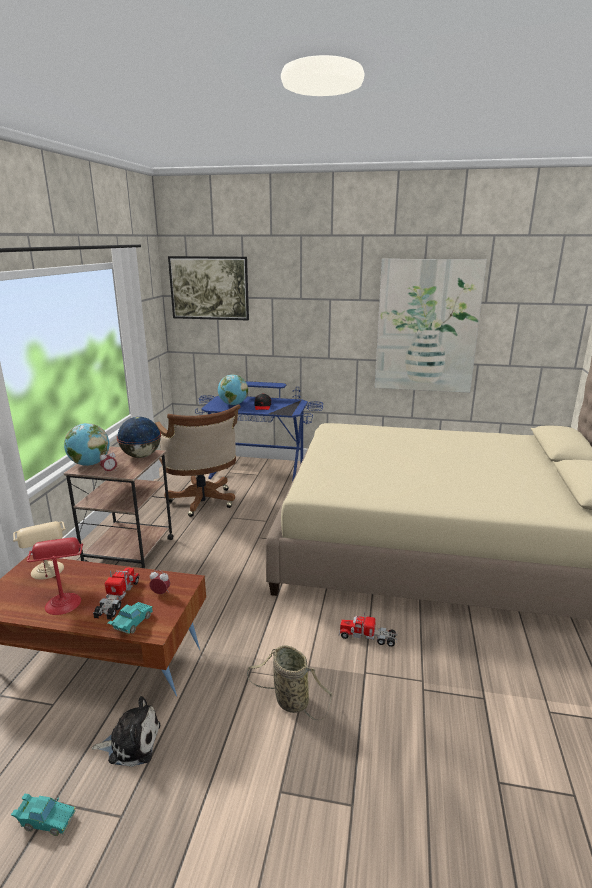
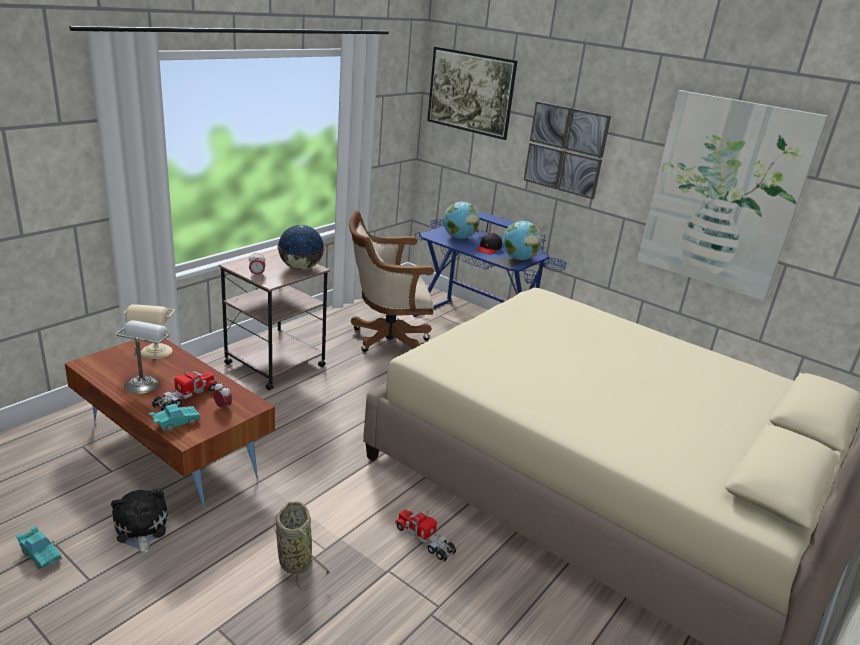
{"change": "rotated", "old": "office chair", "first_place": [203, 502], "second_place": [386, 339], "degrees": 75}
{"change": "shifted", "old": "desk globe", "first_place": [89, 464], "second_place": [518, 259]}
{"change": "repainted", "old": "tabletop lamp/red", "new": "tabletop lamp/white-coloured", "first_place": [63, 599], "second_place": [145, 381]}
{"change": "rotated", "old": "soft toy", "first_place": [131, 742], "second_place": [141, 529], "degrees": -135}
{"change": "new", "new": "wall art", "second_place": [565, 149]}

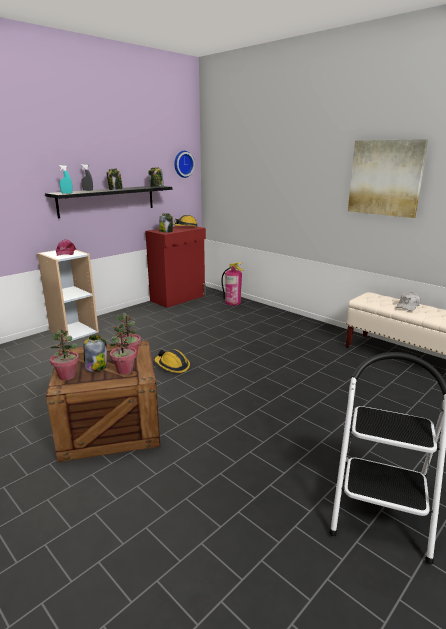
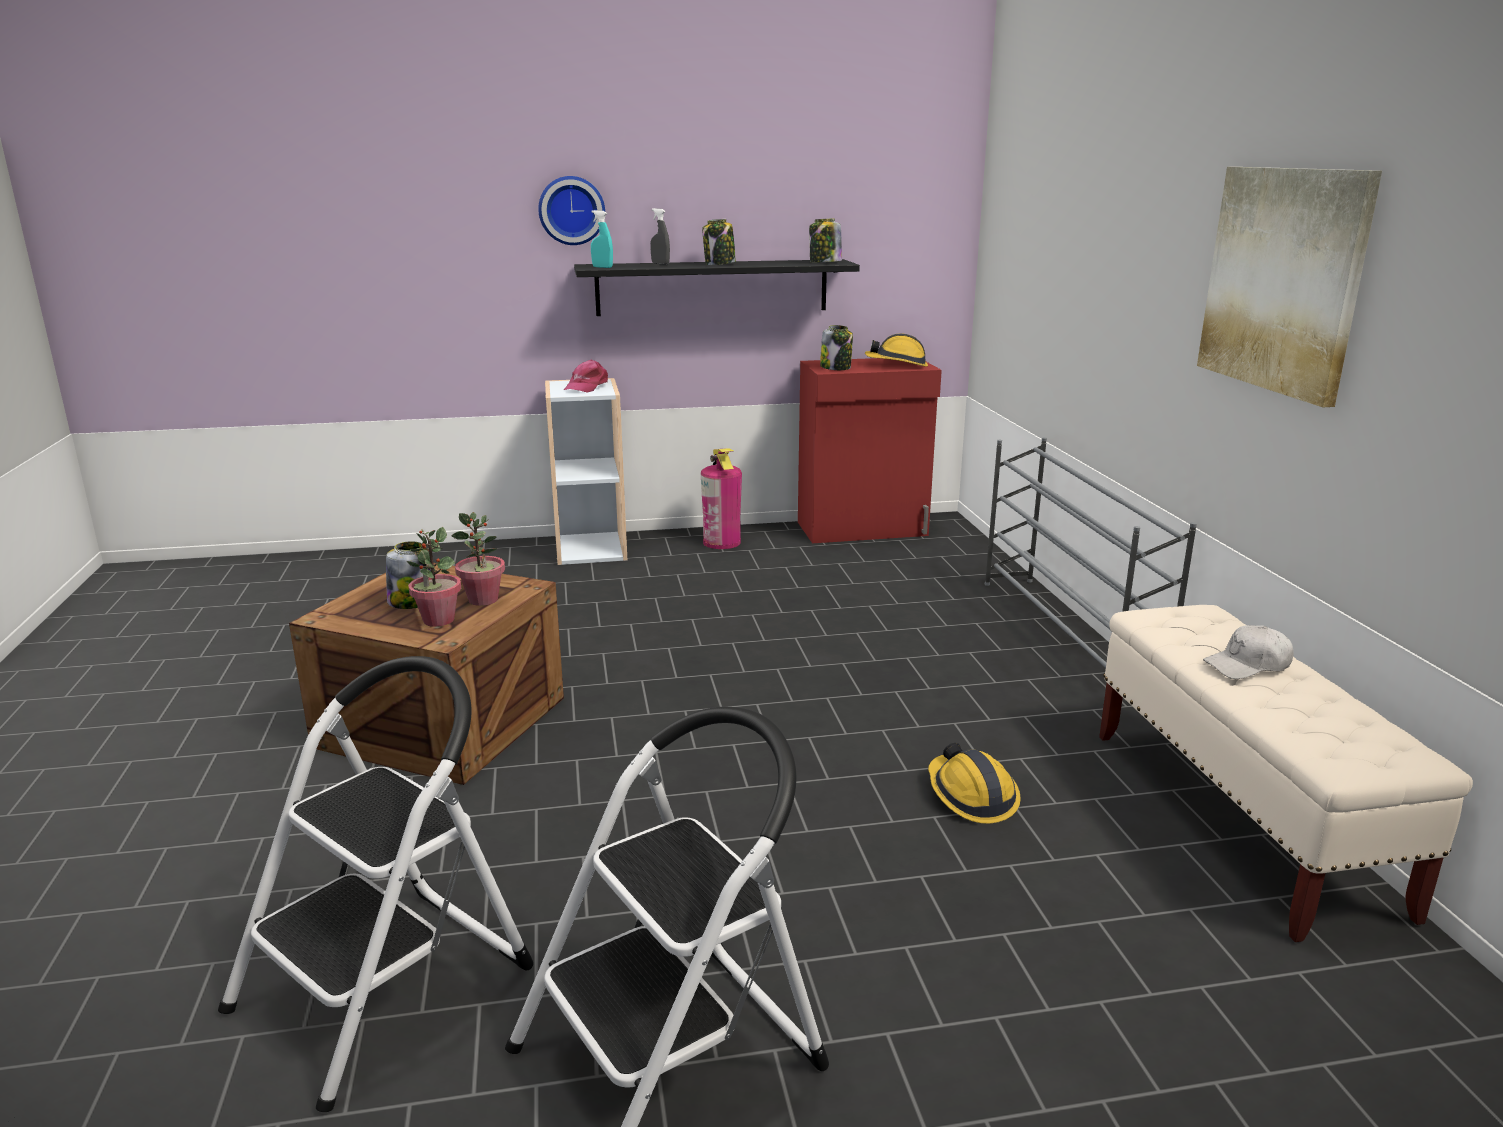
{"change": "shifted", "old": "wall clock", "first_place": [183, 164], "second_place": [571, 210]}
{"change": "shifted", "old": "fire extinguisher", "first_place": [233, 302], "second_place": [722, 542]}
{"change": "gone", "old": "potted plant", "first_place": [67, 376]}
{"change": "shifted", "old": "safety helmet", "first_place": [172, 366], "second_place": [970, 796]}
{"change": "new", "new": "shoe shelf/greyish", "second_place": [1065, 636]}
{"change": "new", "new": "step ladder", "second_place": [391, 984]}

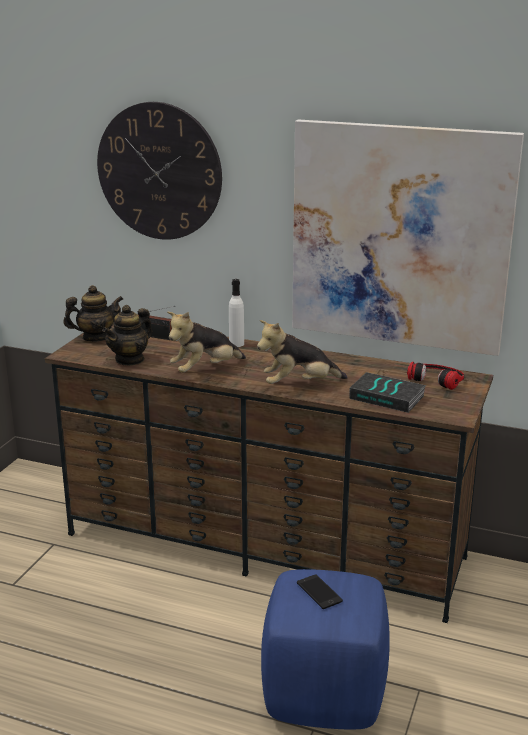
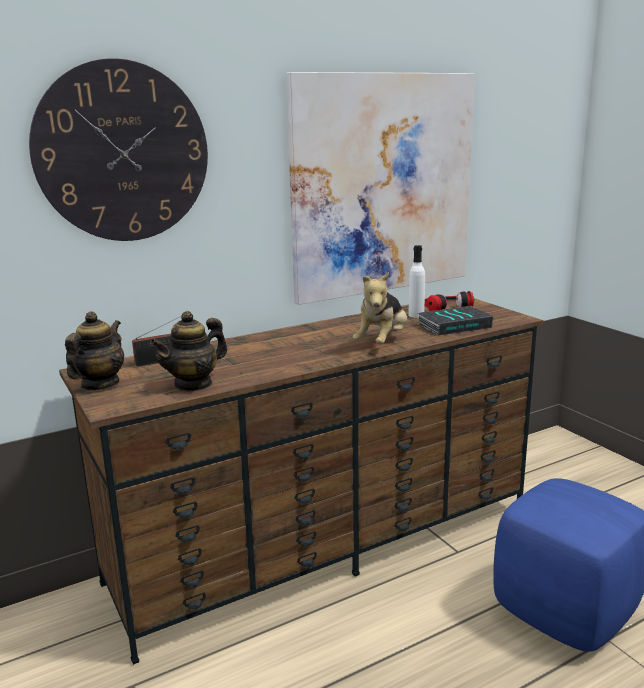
{"change": "shifted", "old": "drink bottle/white-coloured", "first_place": [236, 344], "second_place": [416, 315]}
{"change": "rotated", "old": "teapot", "first_place": [130, 359], "second_place": [194, 384], "degrees": 60}
{"change": "gone", "old": "soft toy", "first_place": [205, 370]}
{"change": "gone", "old": "phone", "first_place": [319, 592]}

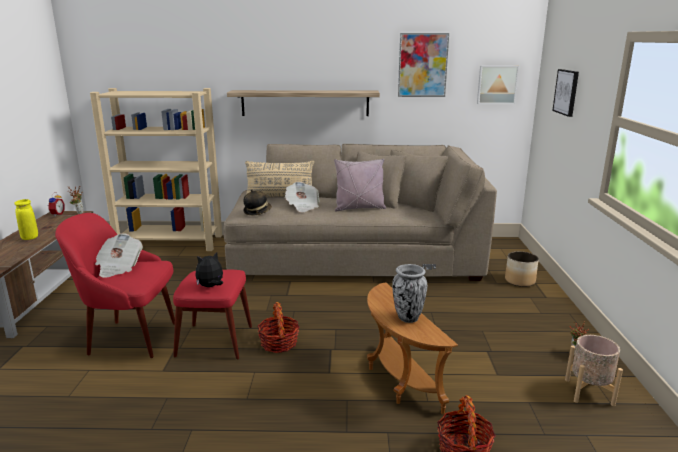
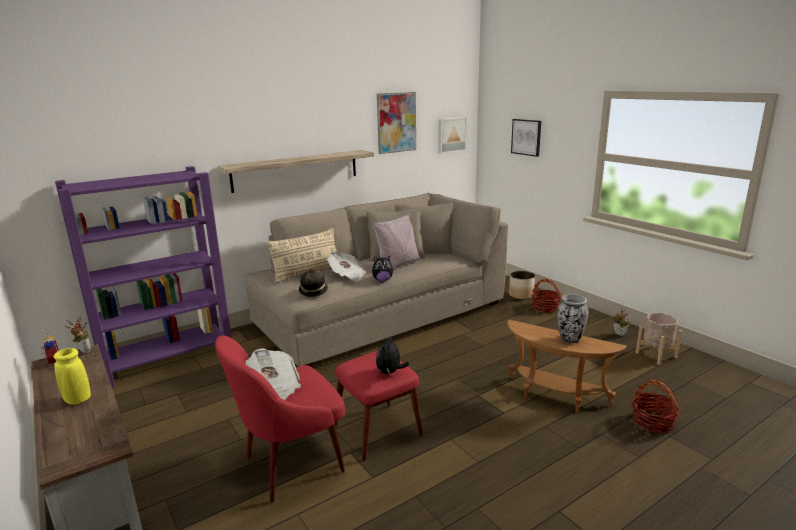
{"change": "repainted", "old": "bookcase/beige-coloured", "new": "bookcase/purple", "first_place": [170, 242], "second_place": [167, 358]}
{"change": "shifted", "old": "basket", "first_place": [279, 343], "second_place": [545, 308]}
{"change": "new", "new": "soft toy", "second_place": [382, 280]}

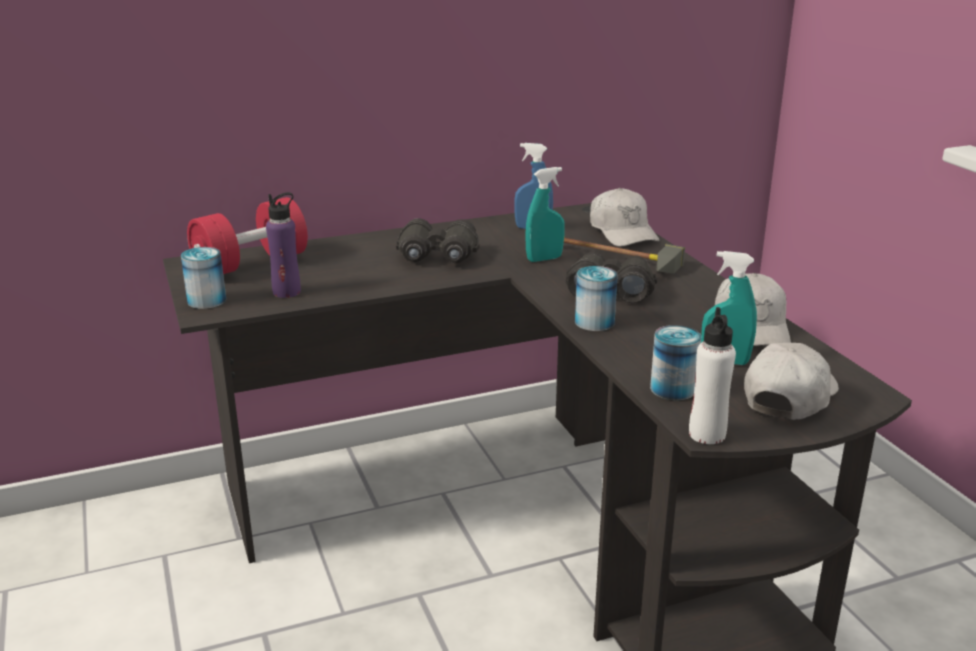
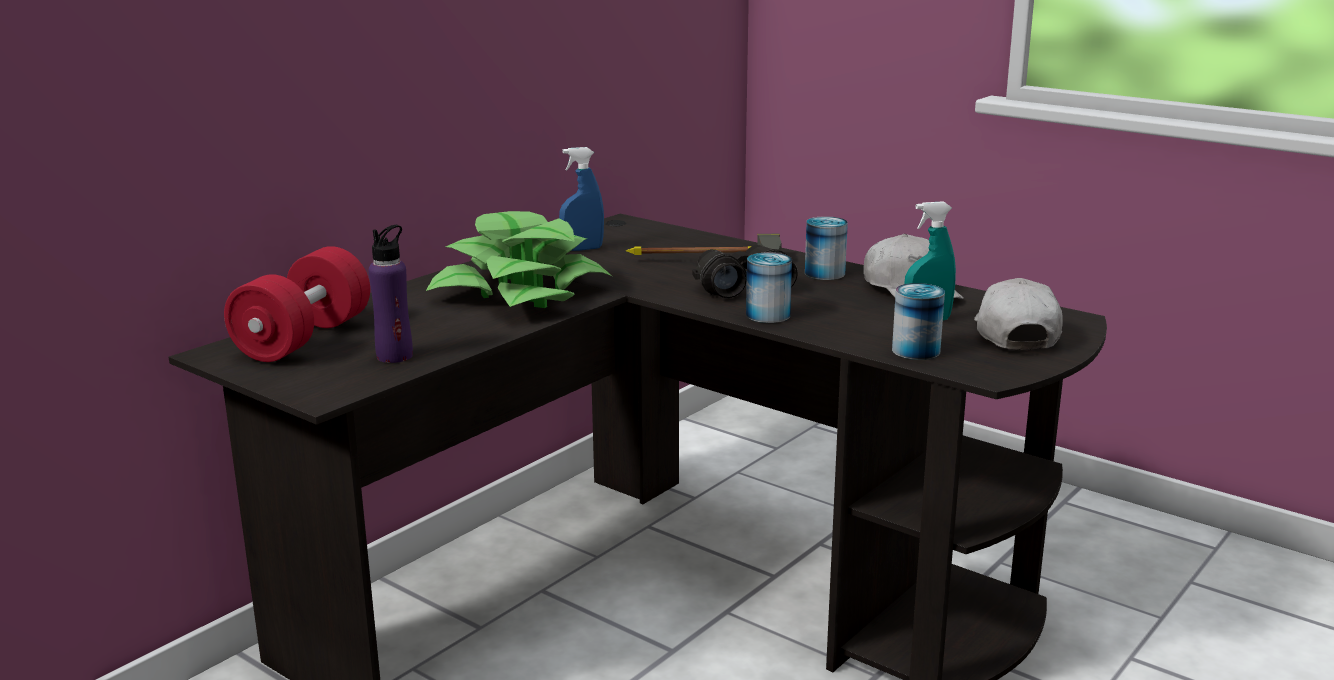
{"change": "gone", "old": "spray bottle/turquoise", "first_place": [544, 259]}
{"change": "gone", "old": "baseball cap/white-coloured", "first_place": [622, 232]}
{"change": "swapped", "old": "binoculars/black", "new": "potted plant", "first_place": [438, 257], "second_place": [520, 292]}
{"change": "shifted", "old": "metal can", "first_place": [206, 300], "second_place": [824, 273]}
{"change": "gone", "old": "drink bottle/white-coloured", "first_place": [707, 434]}

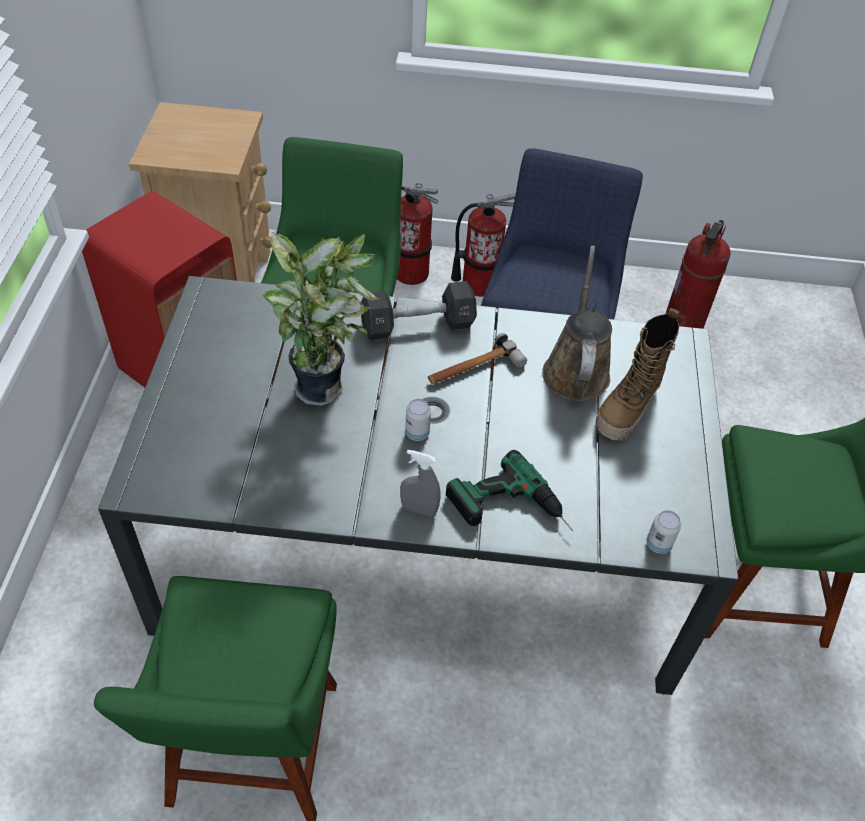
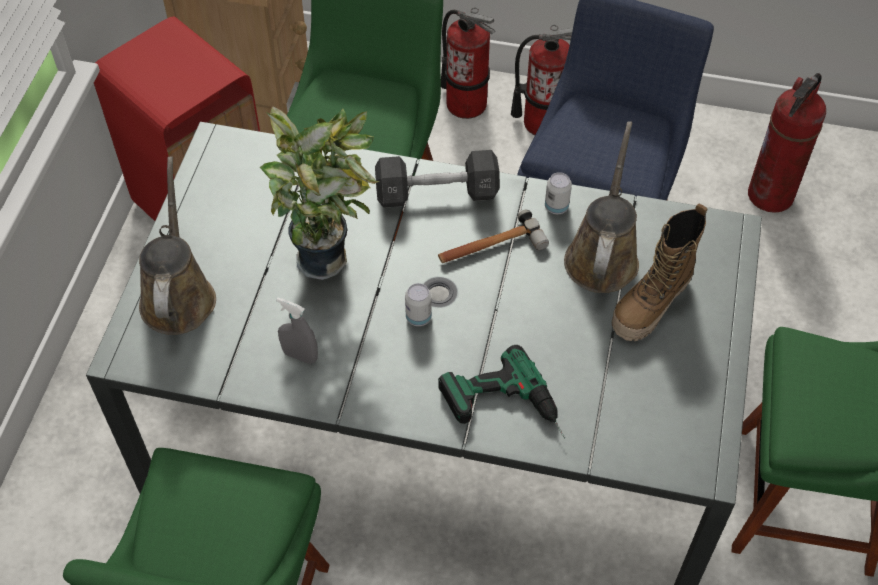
{"change": "shifted", "old": "spray bottle/greyish", "first_place": [419, 509], "second_place": [300, 356]}
{"change": "shifted", "old": "metal can", "first_place": [658, 544], "second_place": [556, 207]}
{"change": "new", "new": "sprinkling can/brown", "second_place": [178, 295]}

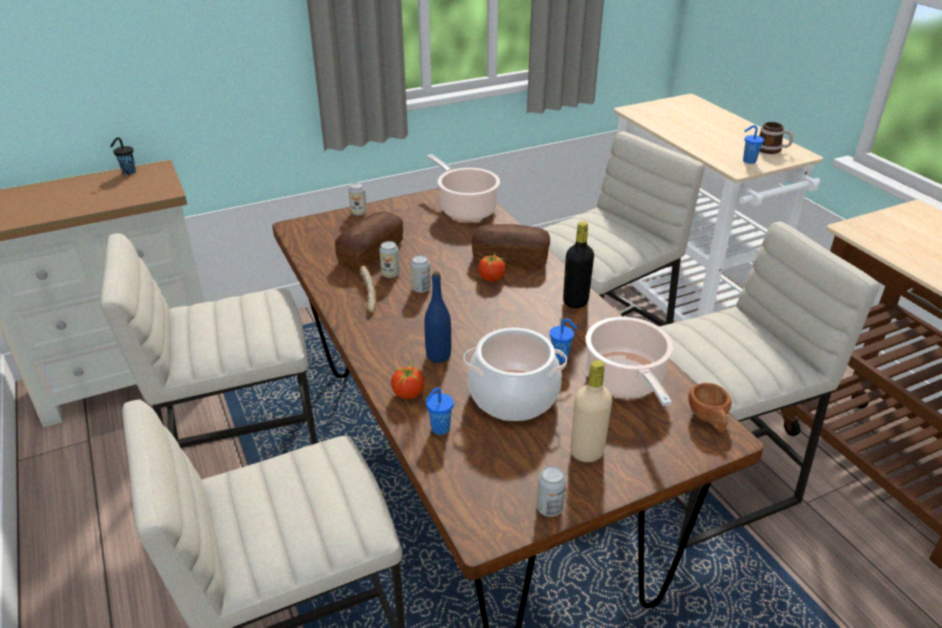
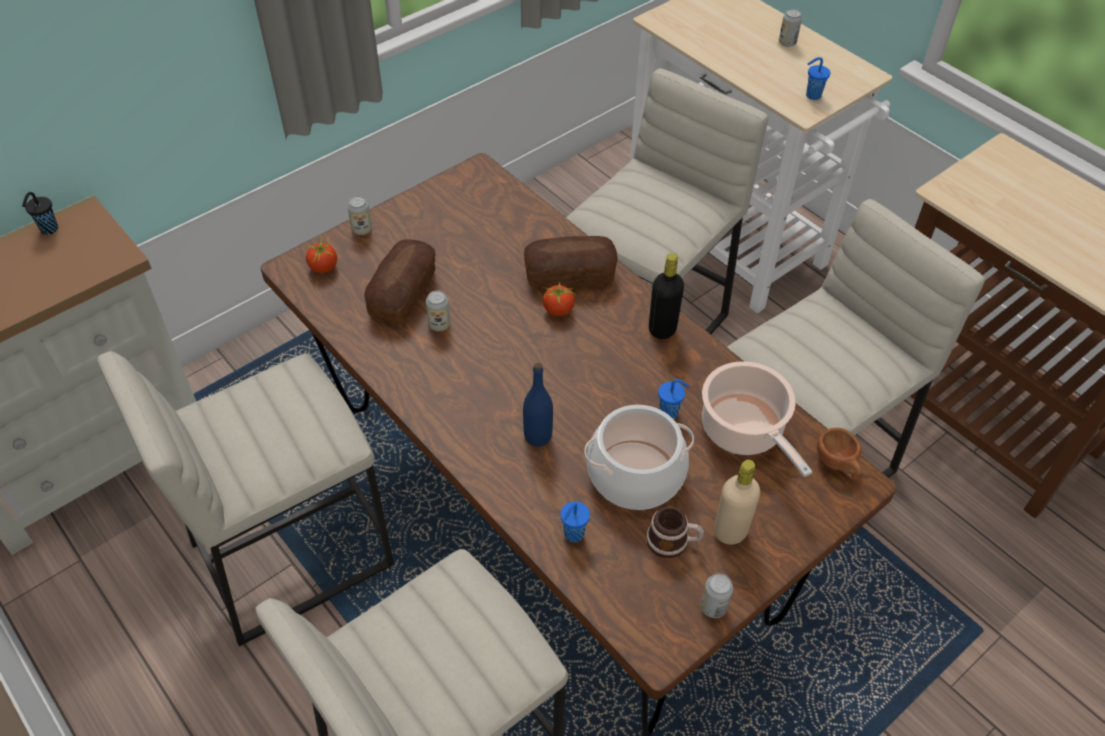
{"change": "shifted", "old": "mug", "first_place": [772, 150], "second_place": [673, 542]}
{"change": "gone", "old": "cooking pot", "first_place": [466, 209]}
{"change": "shifted", "old": "metal can", "first_place": [421, 288], "second_place": [787, 43]}
{"change": "gone", "old": "bakery bread", "first_place": [367, 295]}
{"change": "shifted", "old": "tomato", "first_place": [408, 393], "second_place": [323, 267]}

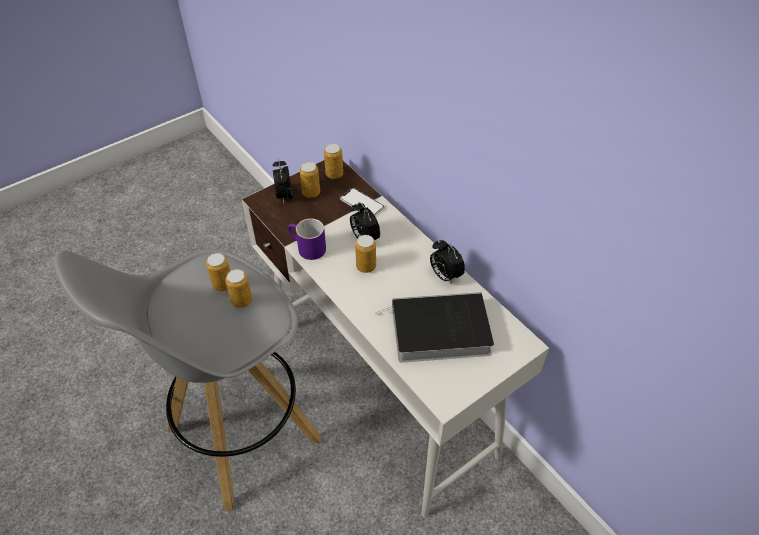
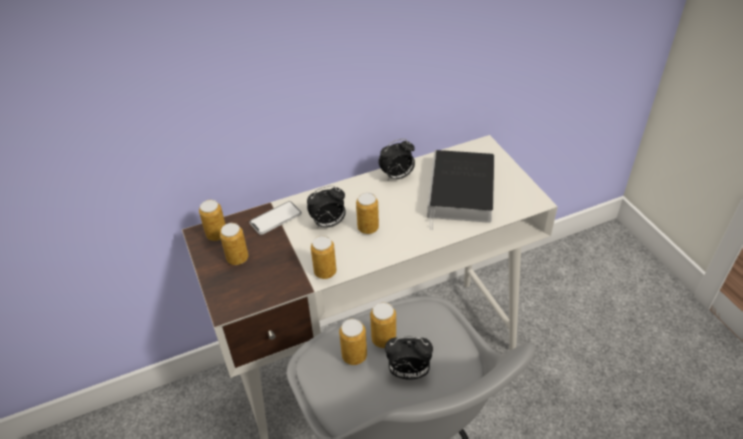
{"change": "shifted", "old": "table clock", "first_place": [284, 196], "second_place": [408, 372]}
{"change": "swapped", "old": "mug/purple", "new": "metal can", "first_place": [306, 248], "second_place": [325, 272]}

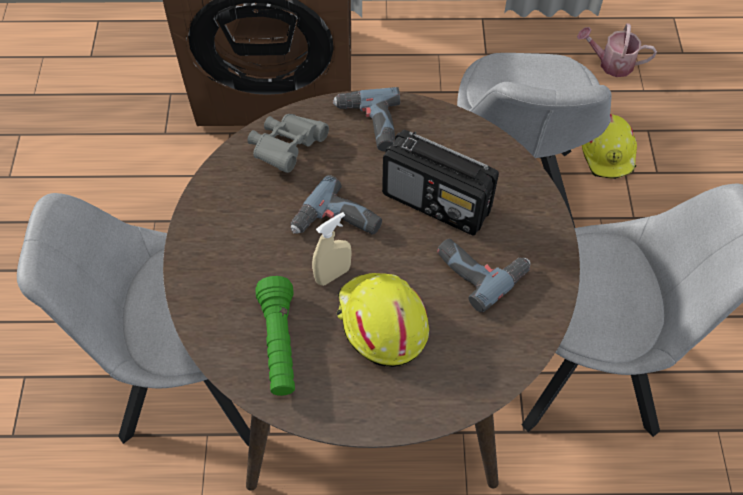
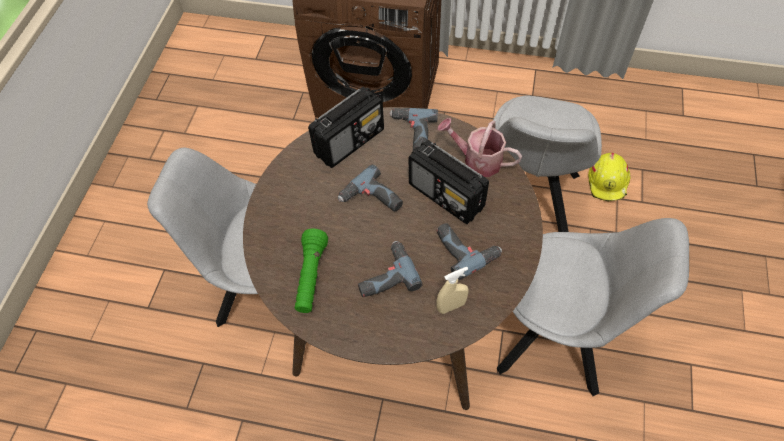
{"change": "shifted", "old": "sprinkling can", "first_place": [611, 63], "second_place": [477, 160]}
{"change": "swapped", "old": "binoculars/greyish", "new": "radio", "first_place": [286, 149], "second_place": [350, 141]}
{"change": "shifted", "old": "spray bottle/beige-coloured", "first_place": [333, 274], "second_place": [451, 306]}
{"change": "swapped", "old": "safety helmet/yellowish", "new": "power drill", "first_place": [381, 323], "second_place": [385, 274]}

